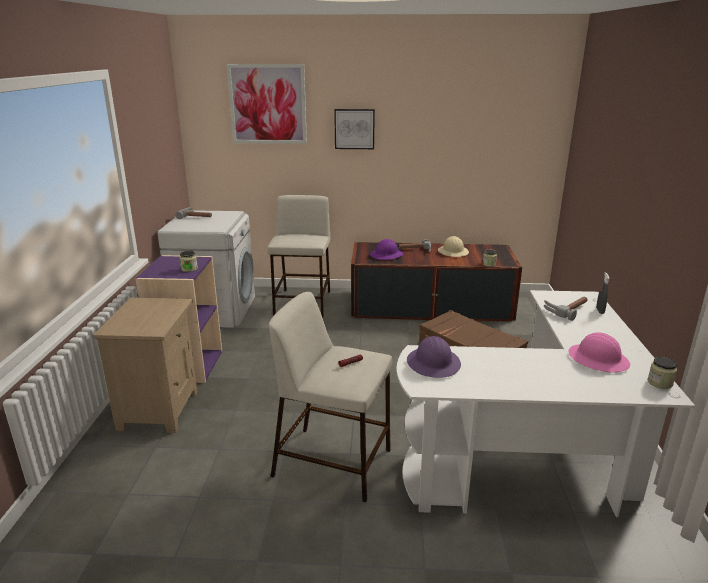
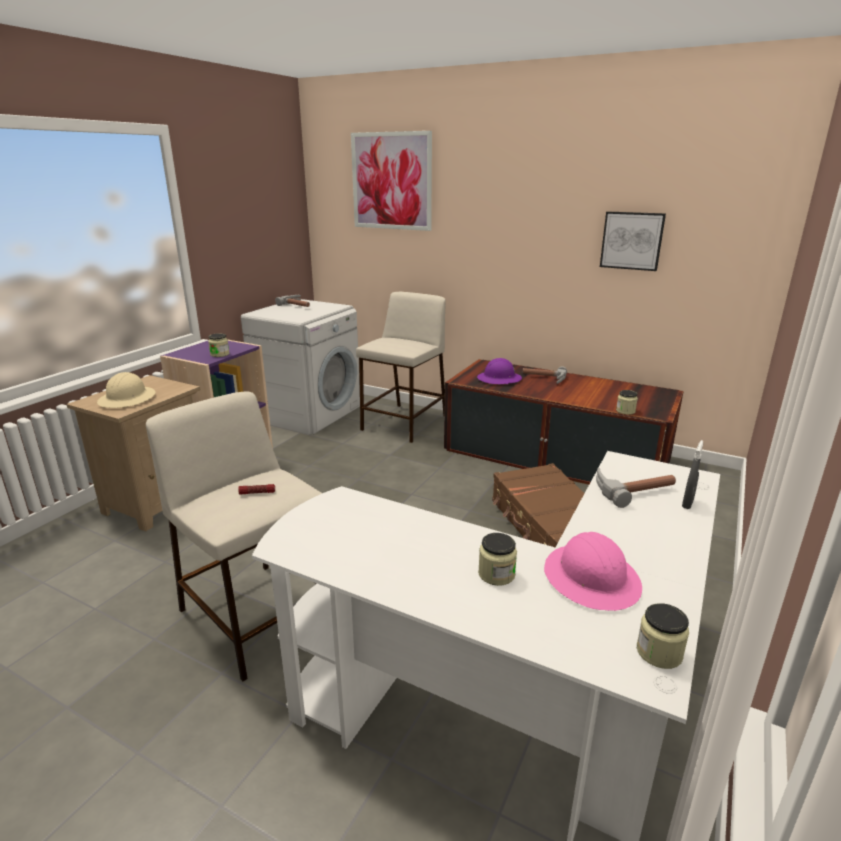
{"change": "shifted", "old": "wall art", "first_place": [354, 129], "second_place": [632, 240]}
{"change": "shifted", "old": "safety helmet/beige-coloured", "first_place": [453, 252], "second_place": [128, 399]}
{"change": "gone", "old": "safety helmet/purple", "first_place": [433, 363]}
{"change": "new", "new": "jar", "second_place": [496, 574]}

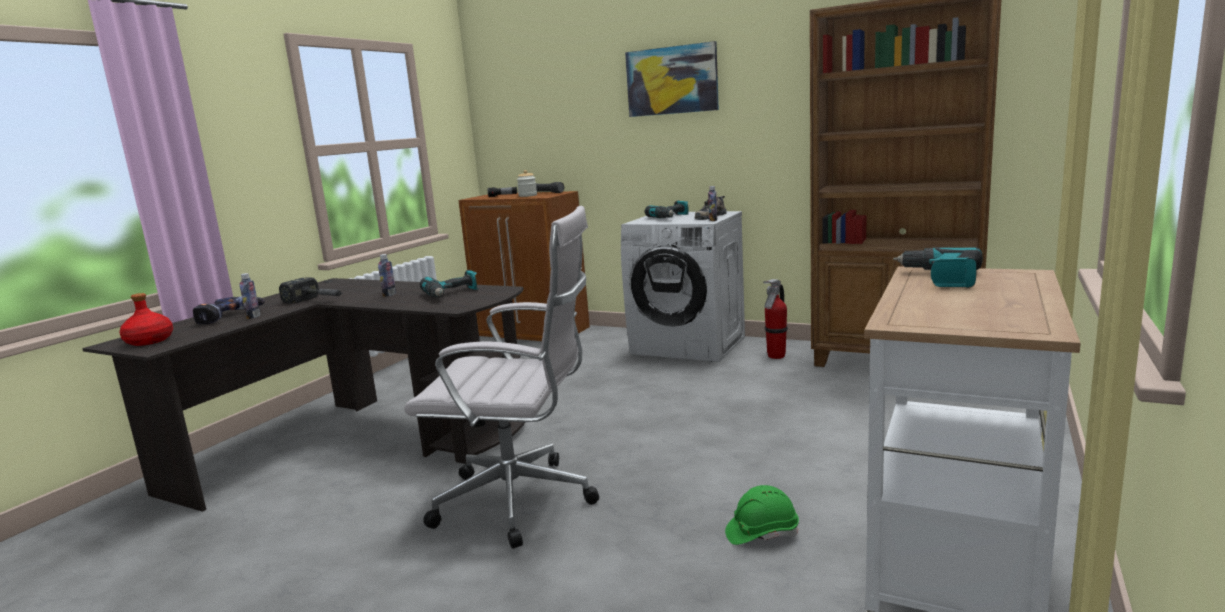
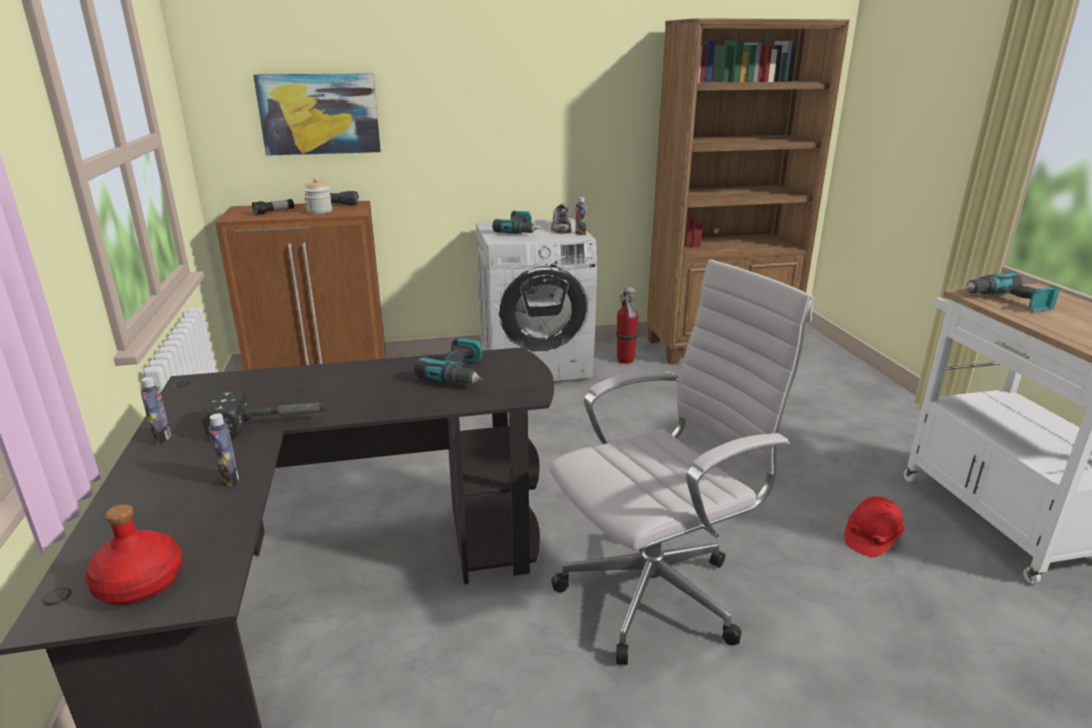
{"change": "shifted", "old": "wall art", "first_place": [672, 80], "second_place": [319, 114]}
{"change": "shifted", "old": "drink bottle", "first_place": [389, 295], "second_place": [162, 437]}
{"change": "gone", "old": "power drill", "first_place": [230, 317]}
{"change": "repainted", "old": "safety helmet/greenish", "new": "safety helmet/red", "first_place": [761, 533], "second_place": [871, 538]}

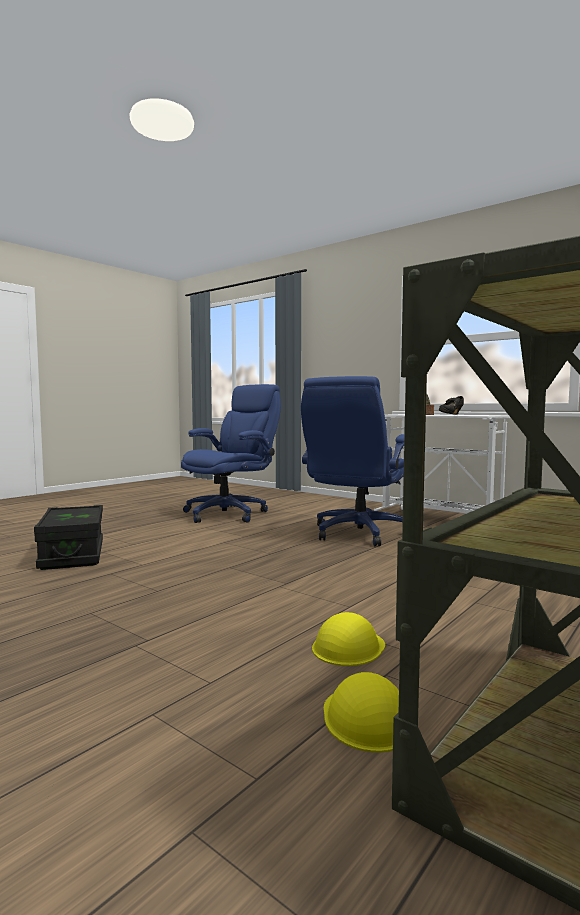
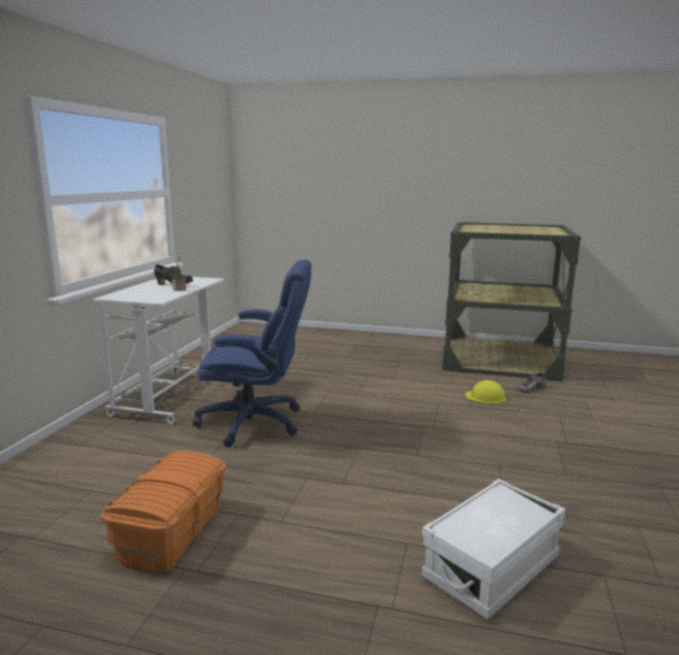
{"change": "swapped", "old": "office chair/bluish", "new": "storage container/orangey", "first_place": [230, 514], "second_place": [171, 531]}
{"change": "repainted", "old": "storage container/black", "new": "storage container/white-coloured", "first_place": [73, 554], "second_place": [491, 568]}
{"change": "swapped", "old": "safety helmet/yellowish", "new": "low shoe", "first_place": [367, 718], "second_place": [531, 387]}

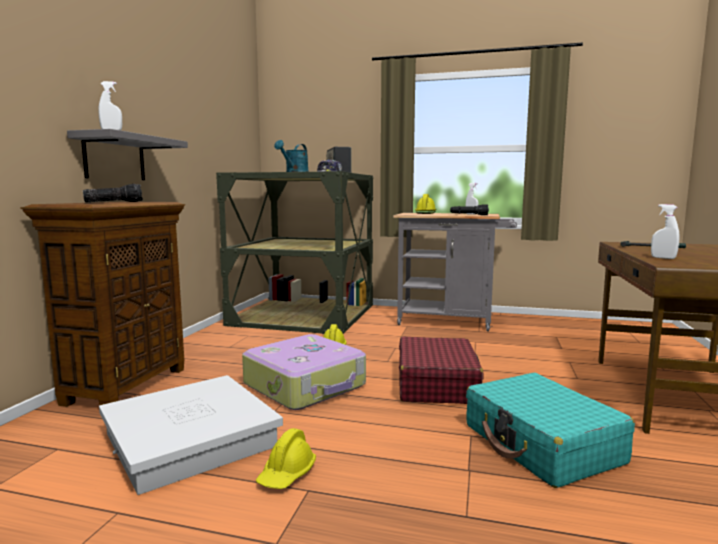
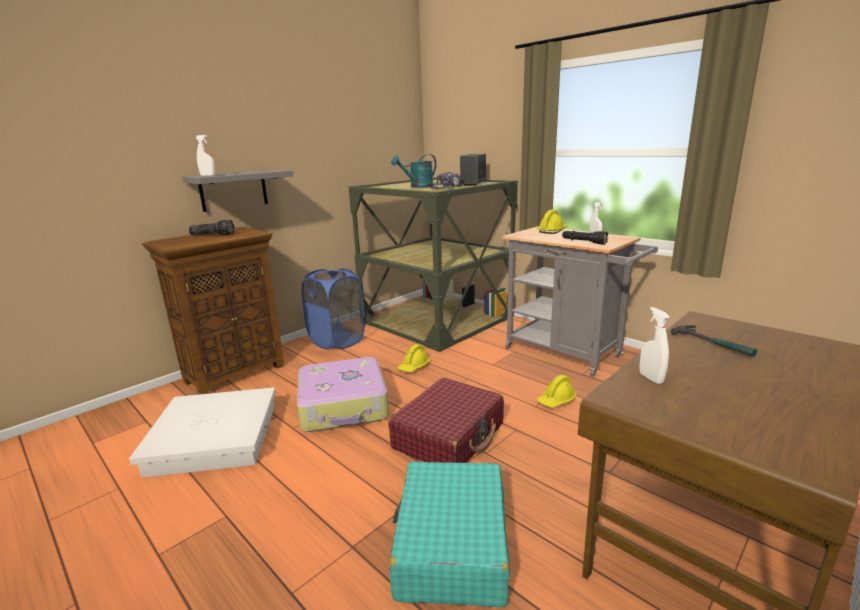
{"change": "shifted", "old": "safety helmet/yellowish", "first_place": [287, 474], "second_place": [556, 401]}
{"change": "new", "new": "hamper/bluish", "second_place": [337, 341]}

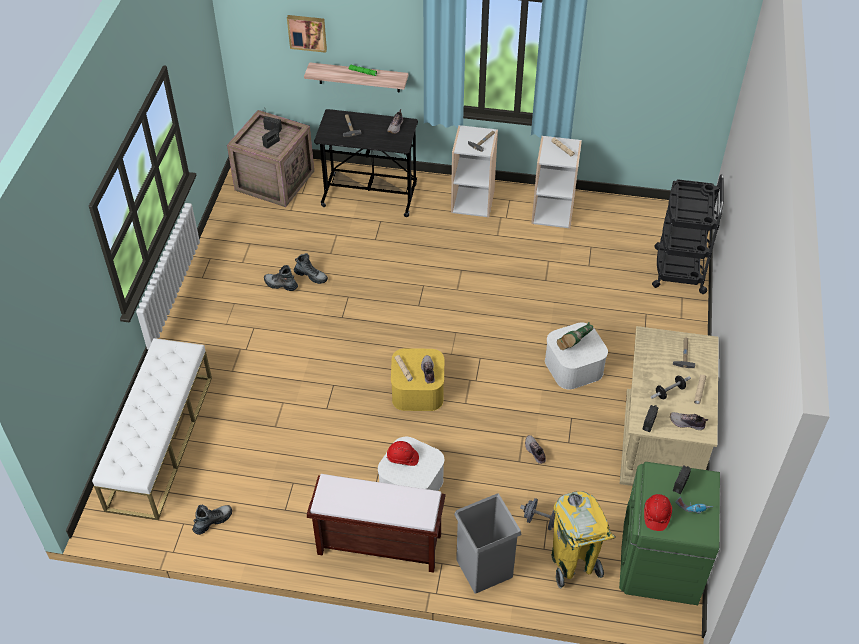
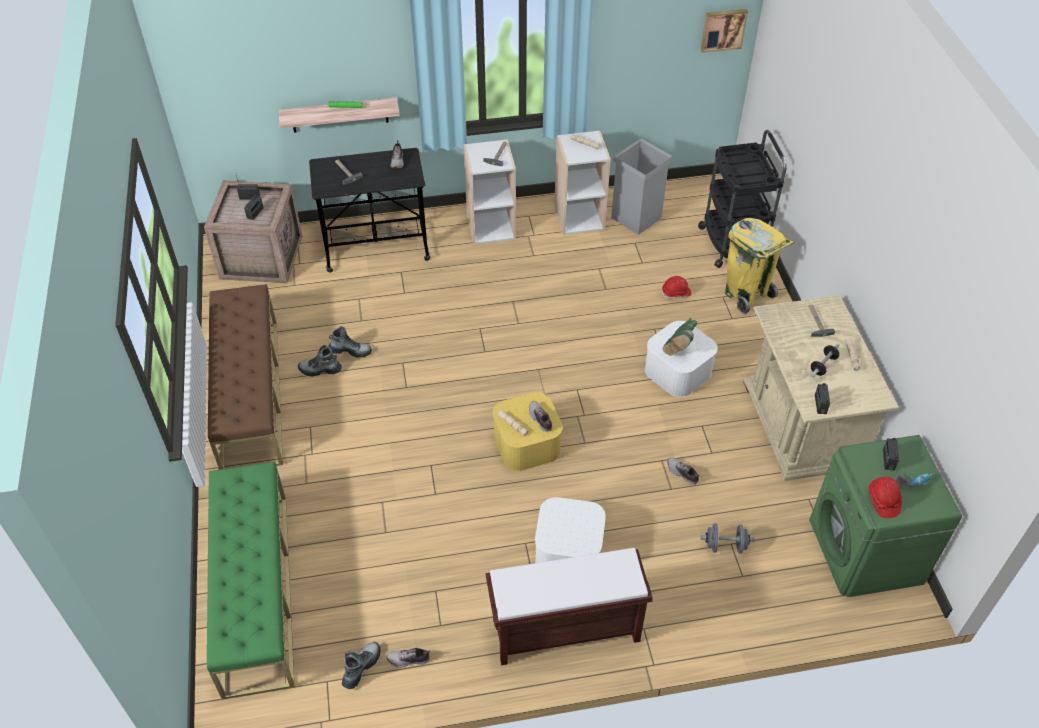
{"change": "shifted", "old": "wall art", "first_place": [307, 32], "second_place": [723, 29]}
{"change": "repainted", "old": "bench/white-coloured", "new": "bench/greenish", "first_place": [160, 441], "second_place": [255, 591]}
{"change": "shifted", "old": "low shoe", "first_place": [687, 423], "second_place": [409, 660]}
{"change": "shifted", "old": "safety helmet/red", "first_place": [402, 458], "second_place": [676, 293]}
{"change": "shifted", "old": "waste bin/yellowish", "first_place": [573, 563], "second_place": [746, 294]}
{"change": "shifted", "old": "waste bin/greyish", "first_place": [484, 568], "second_place": [636, 217]}
{"change": "new", "new": "bench/brown", "second_place": [250, 394]}

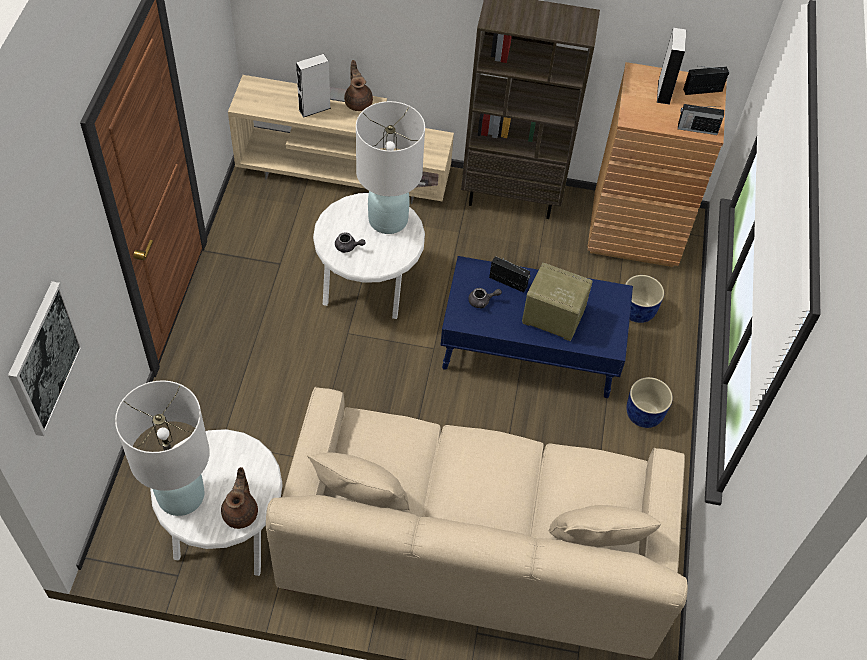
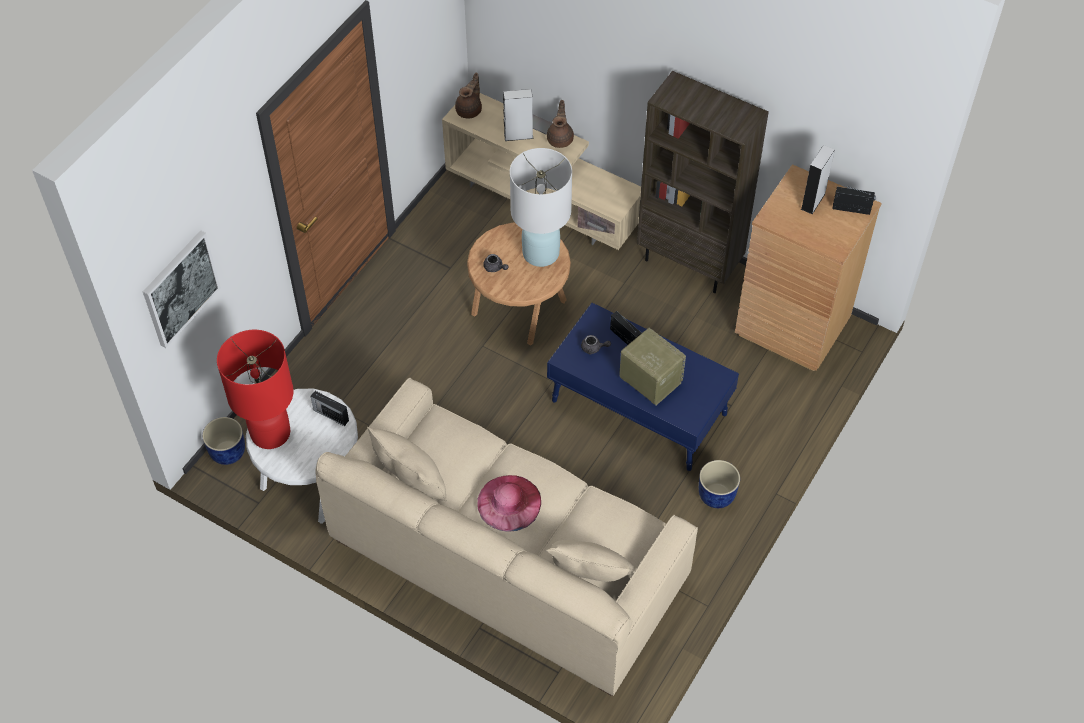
{"change": "shifted", "old": "radio", "first_place": [696, 129], "second_place": [330, 414]}
{"change": "repainted", "old": "accent table/white-coloured", "new": "accent table/brown", "first_place": [369, 286], "second_place": [520, 309]}
{"change": "shifted", "old": "plant pot/bluish", "first_place": [637, 310], "second_place": [227, 451]}
{"change": "repainted", "old": "tabletop lamp/white-coloured", "new": "tabletop lamp/red", "first_place": [181, 495], "second_place": [271, 433]}
{"change": "shifted", "old": "teapot/brown", "first_place": [241, 512], "second_place": [469, 110]}
{"change": "new", "new": "clothing hat/pinkish", "second_place": [509, 503]}

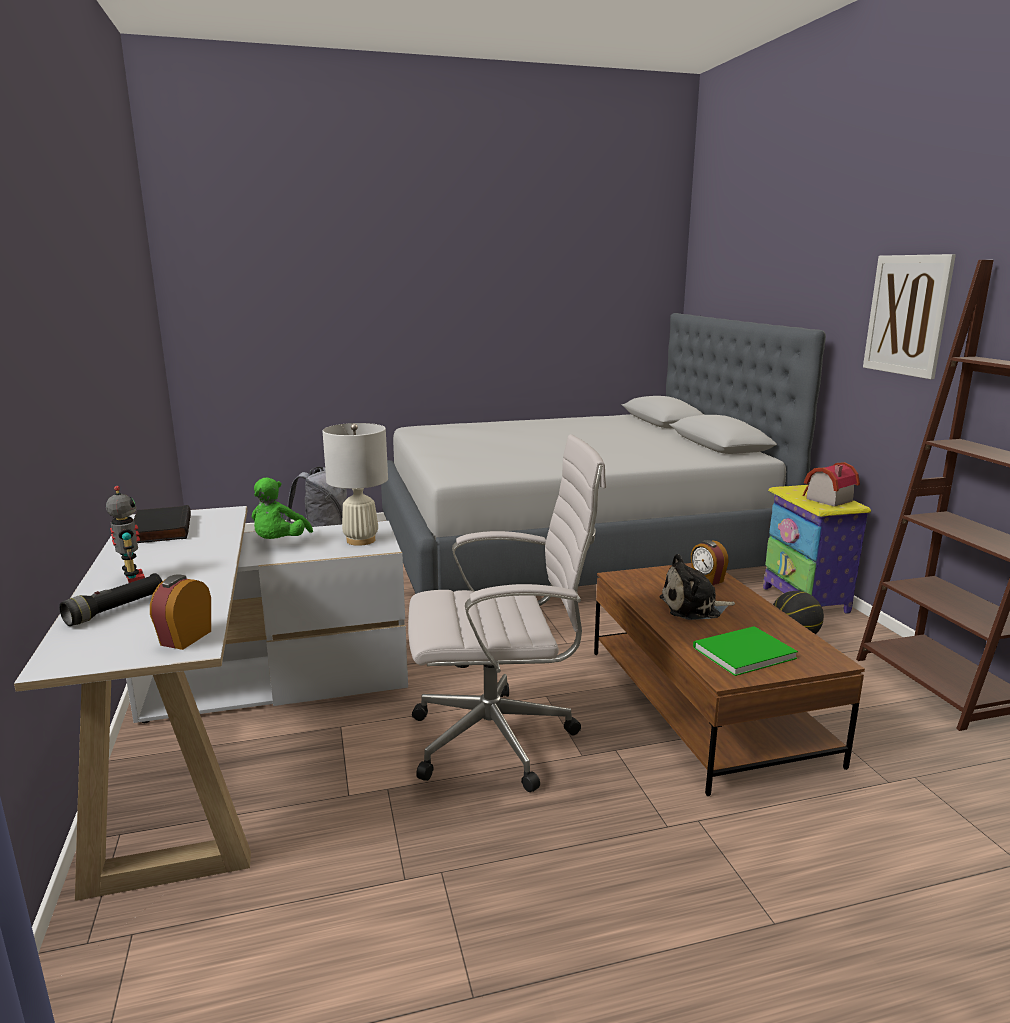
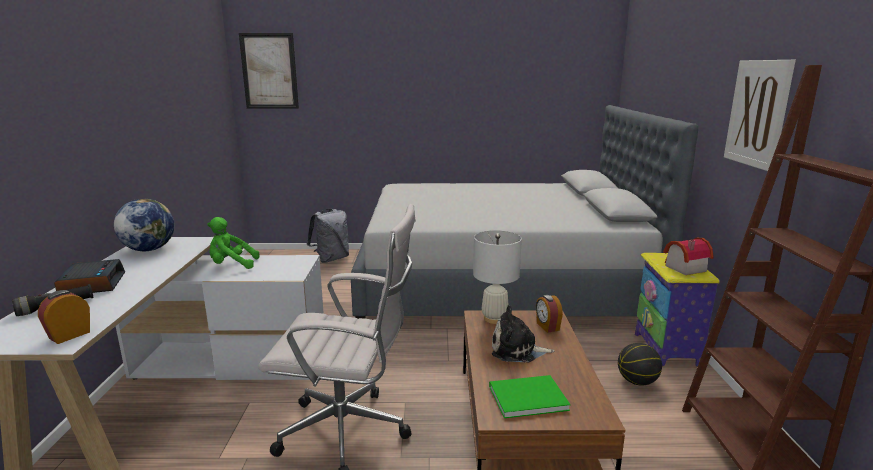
{"change": "shifted", "old": "tabletop lamp/white-coloured", "first_place": [360, 540], "second_place": [494, 319]}
{"change": "rotated", "old": "soft toy/greenish", "first_place": [279, 543], "second_place": [231, 265], "degrees": 60}
{"change": "swapped", "old": "robot figure", "new": "table clock", "first_place": [132, 578], "second_place": [92, 284]}
{"change": "swapped", "old": "bound book/black", "new": "desk globe", "first_place": [160, 529], "second_place": [149, 249]}
{"change": "new", "new": "wall art", "second_place": [269, 71]}

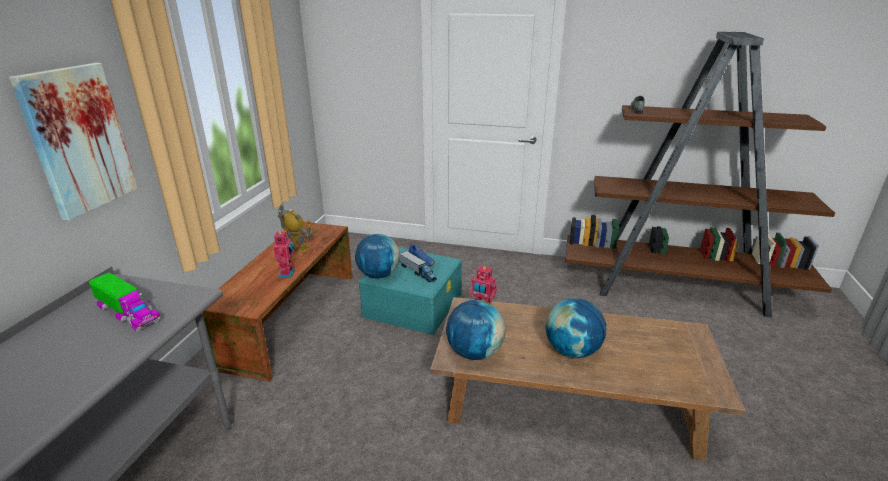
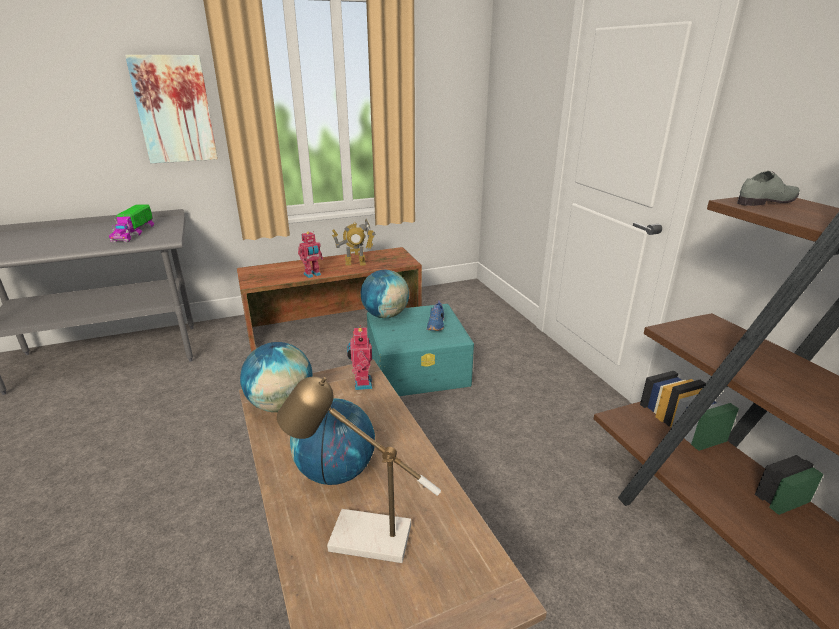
{"change": "rotated", "old": "robot figure", "first_place": [298, 249], "second_place": [355, 263], "degrees": 90}
{"change": "gone", "old": "toy truck", "first_place": [417, 272]}
{"change": "new", "new": "tabletop lamp", "second_place": [358, 537]}

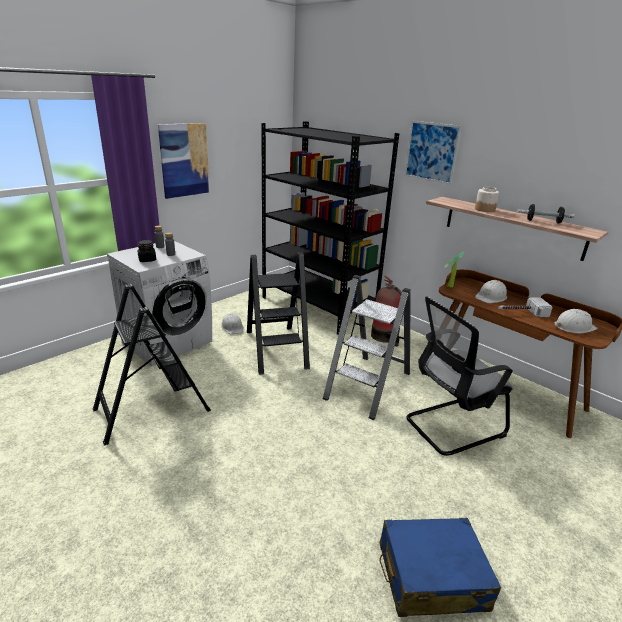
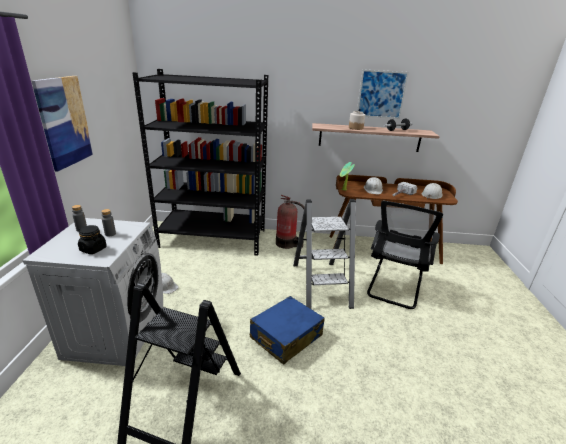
{"change": "shifted", "old": "wall art", "first_place": [431, 152], "second_place": [381, 94]}
{"change": "gone", "old": "step ladder/black", "first_place": [276, 348]}
{"change": "shifted", "old": "travel case/bluish", "first_place": [431, 576], "second_place": [286, 337]}

